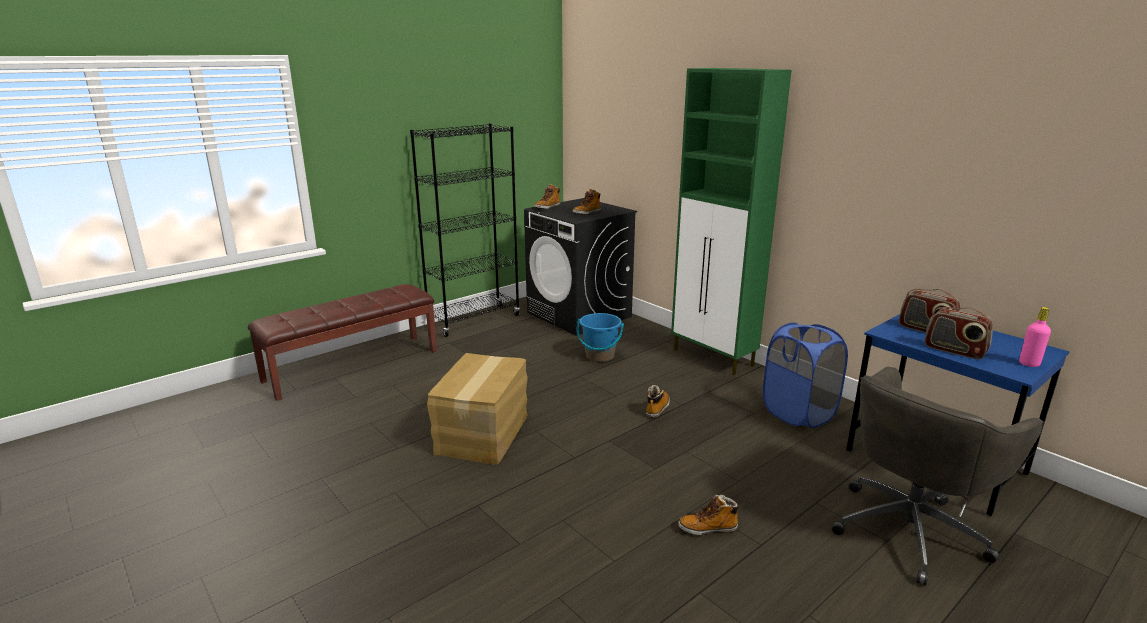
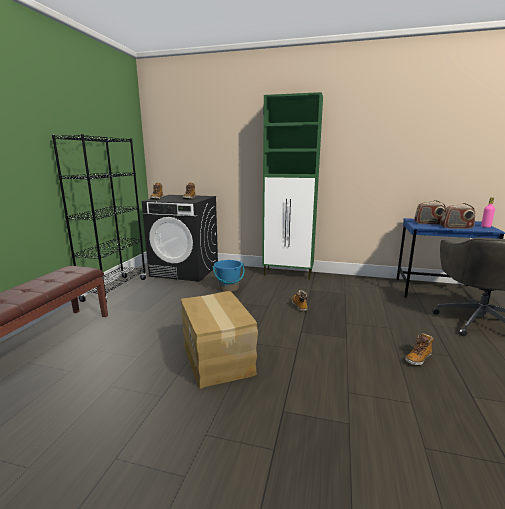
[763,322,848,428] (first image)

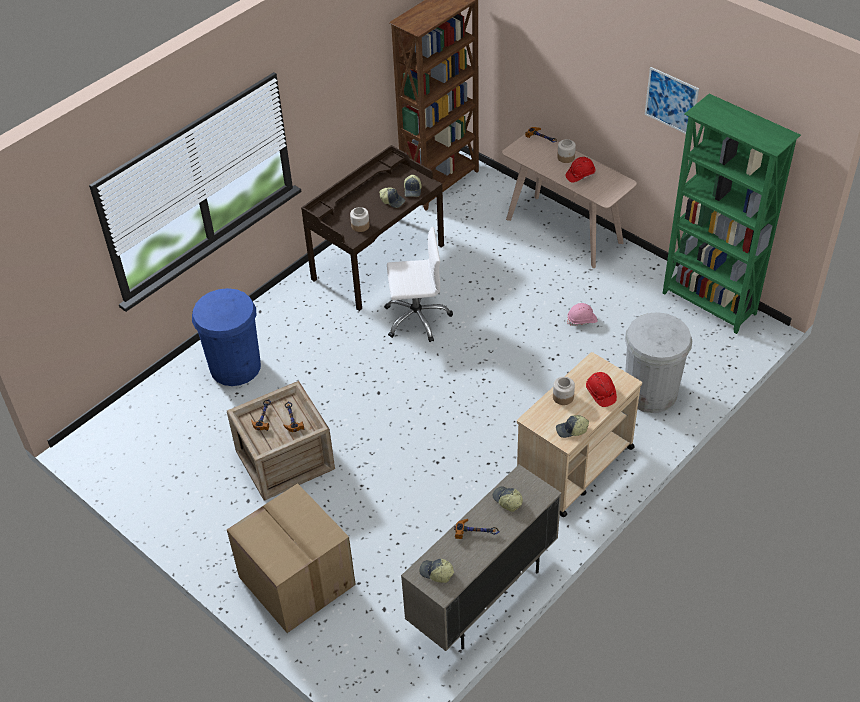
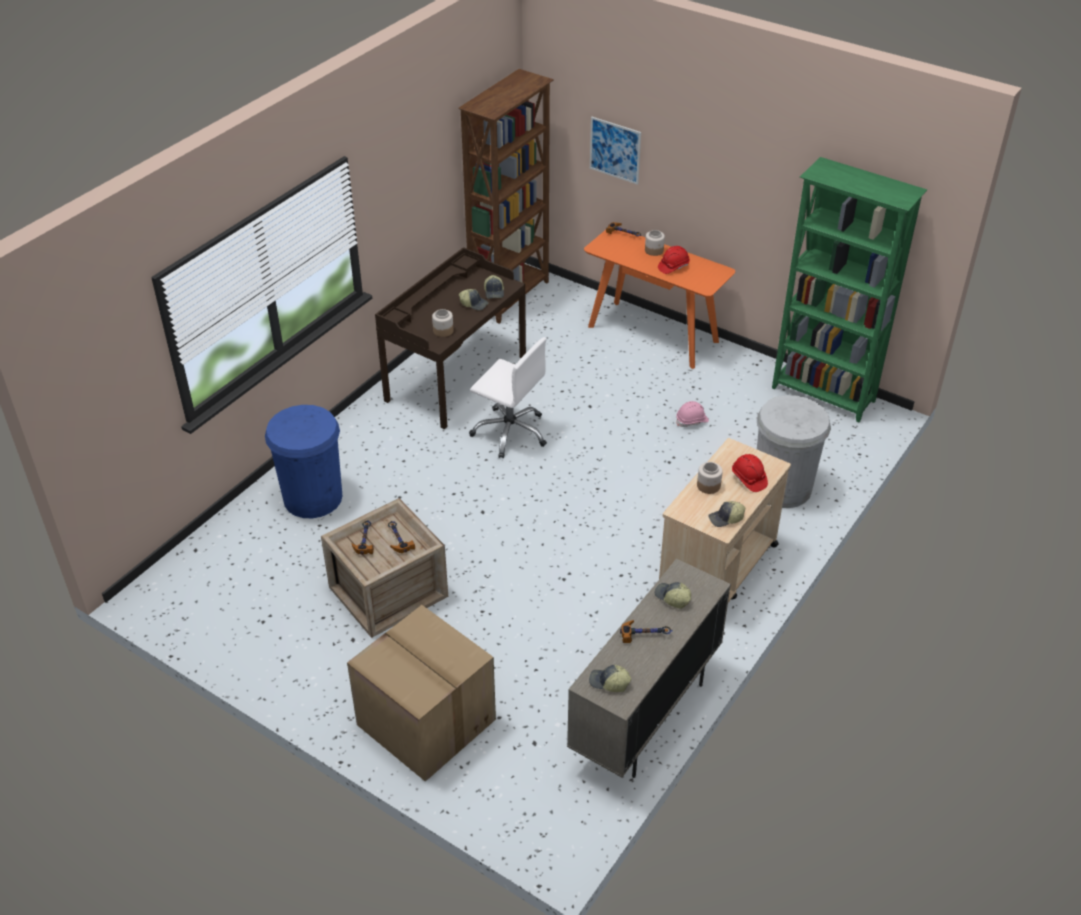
[590,117,641,185]
[584,230,735,369]
[469,337,547,459]

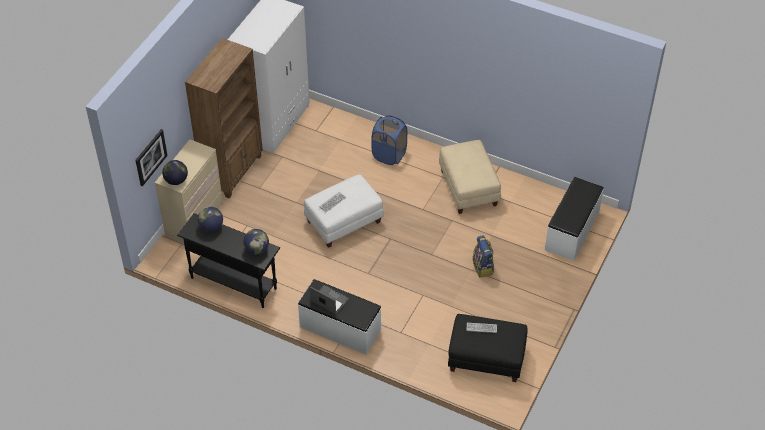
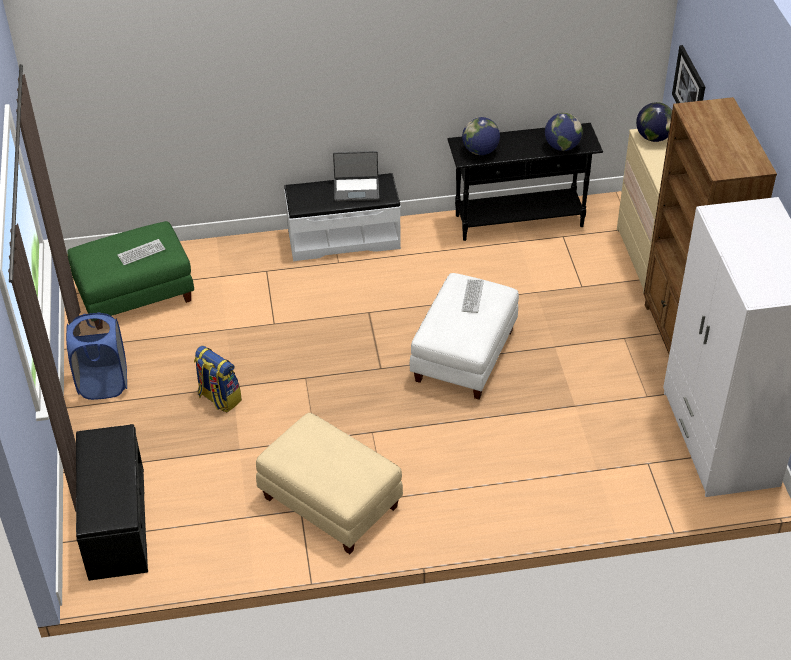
[66,312,127,400]
[67,221,194,316]
[76,424,148,581]

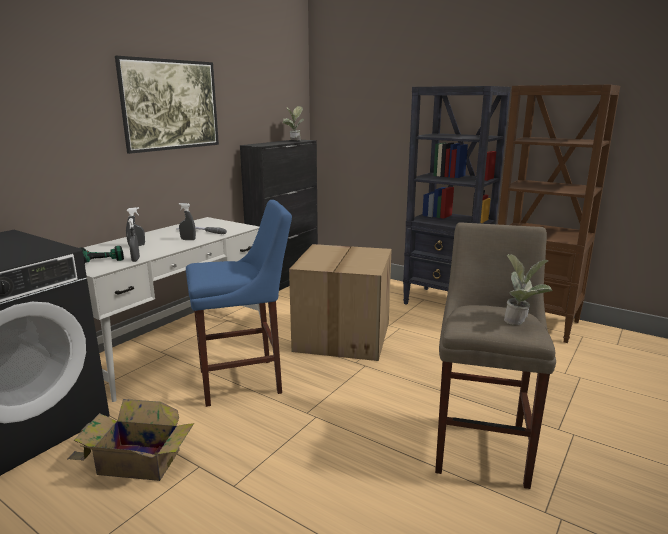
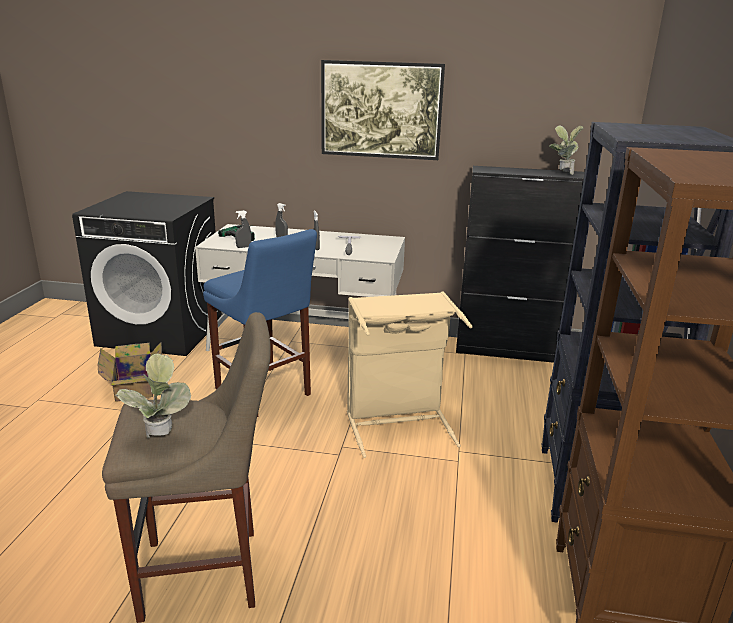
[347,292,473,458]

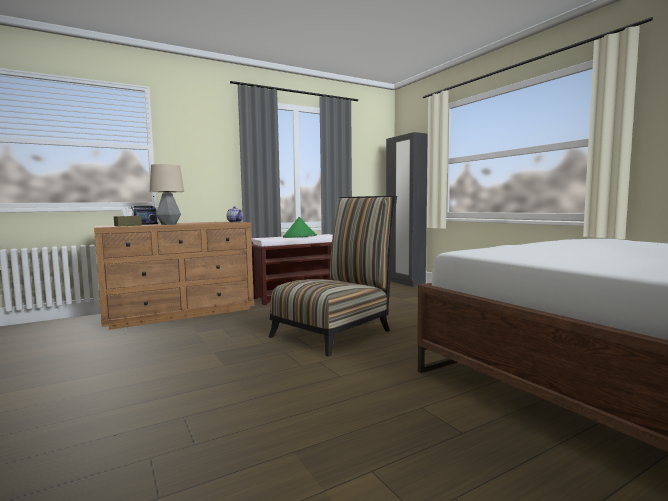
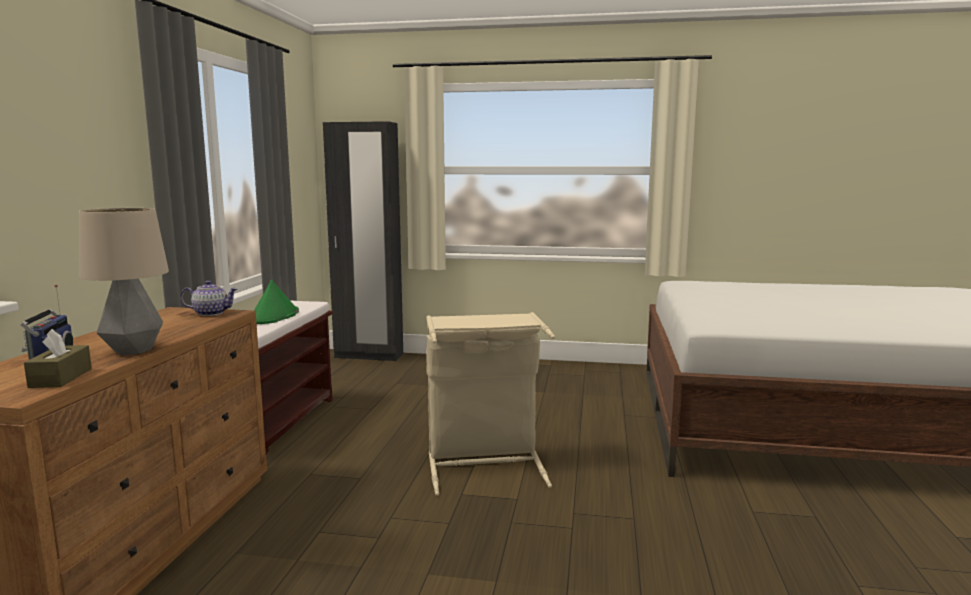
[426,312,555,496]

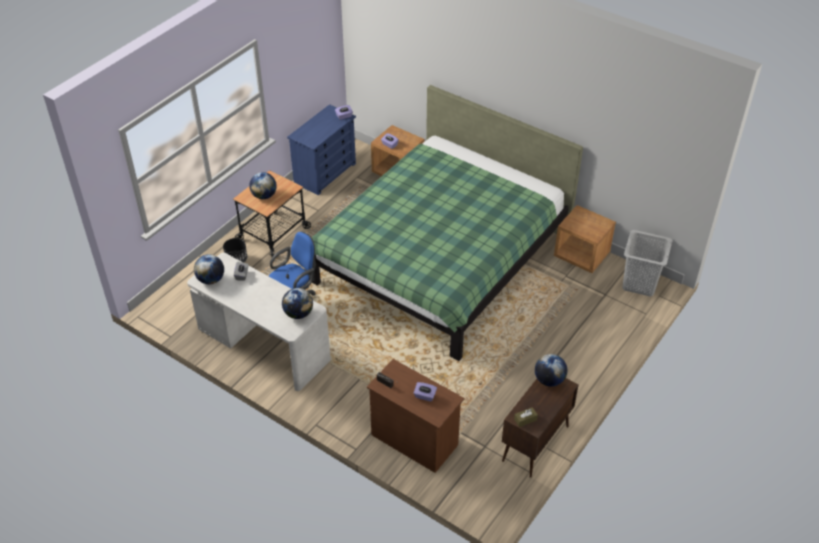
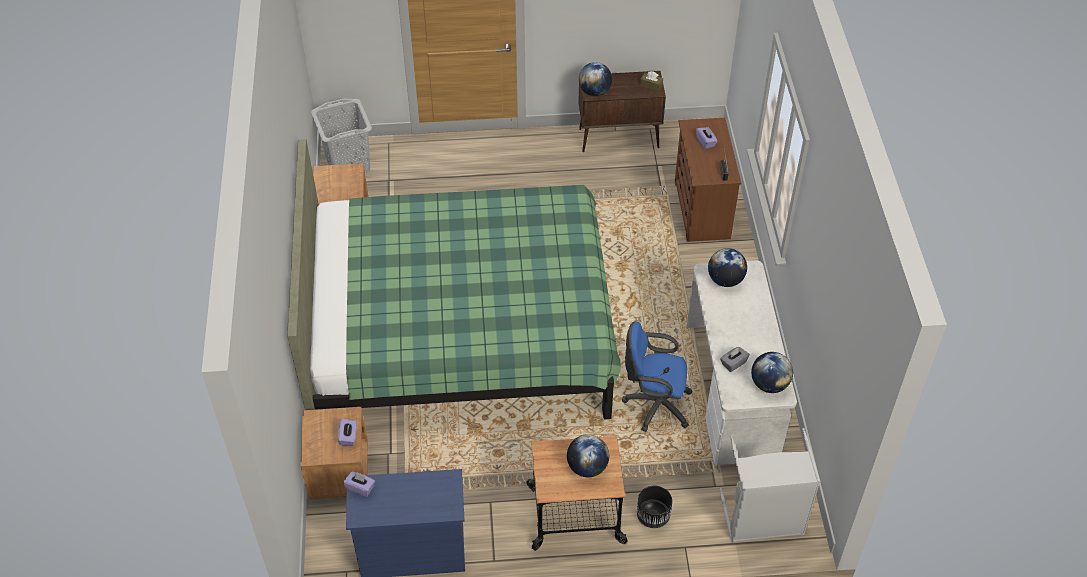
[720,428,821,542]

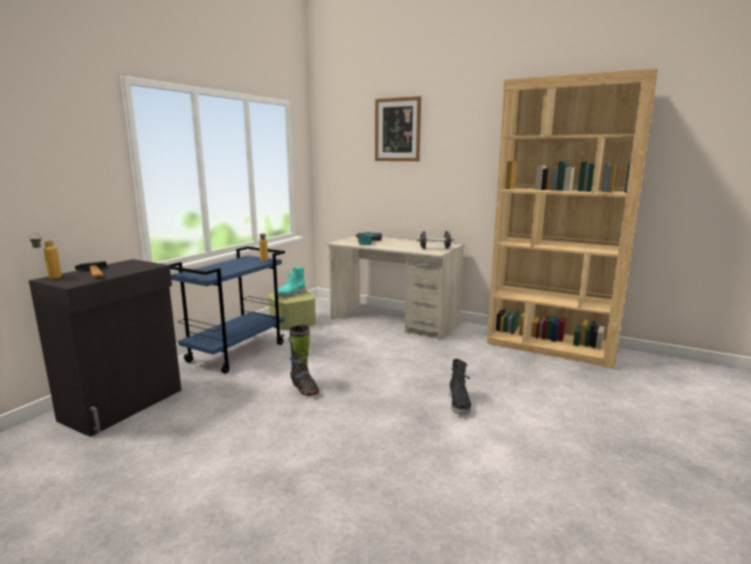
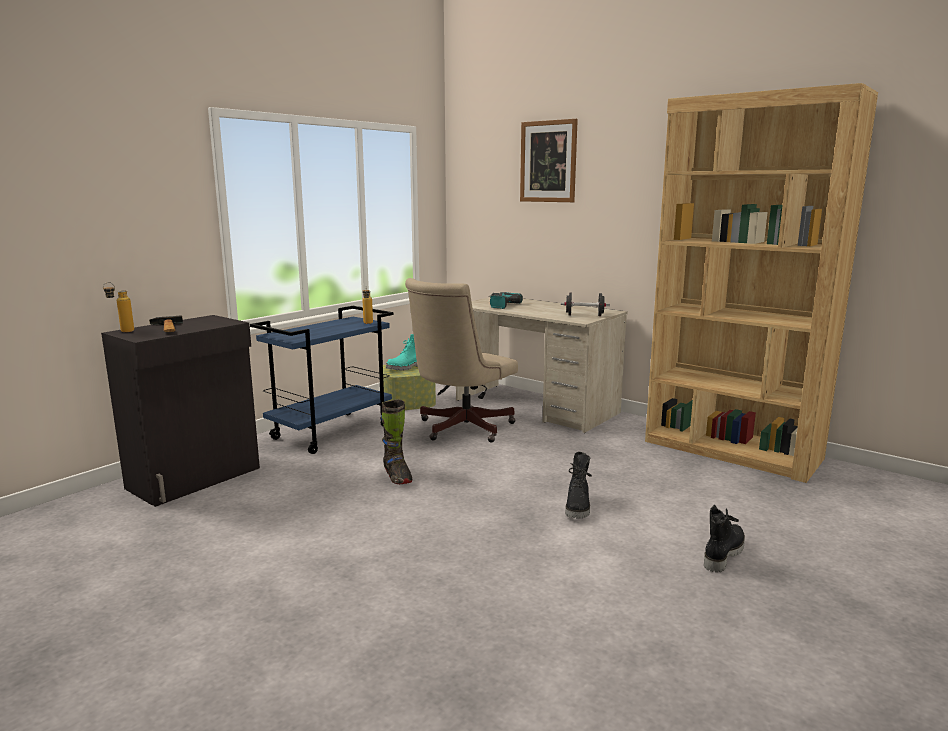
[405,278,518,443]
[704,505,745,573]

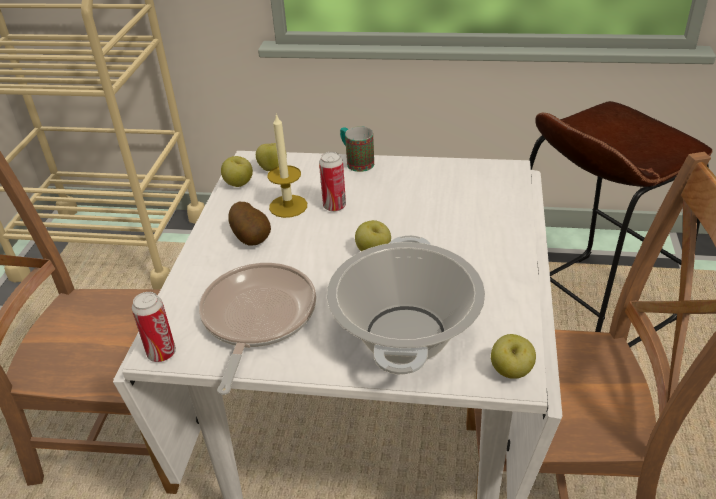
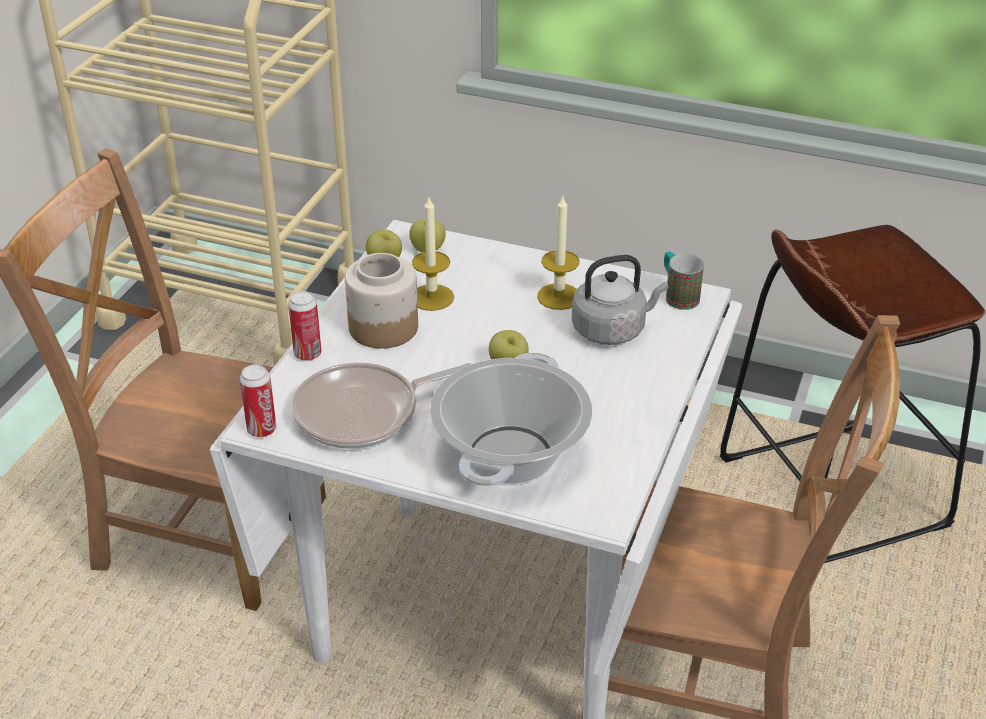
[491,334,536,379] (first image)
[537,197,580,310]
[572,255,668,345]
[288,291,321,361]
[664,251,704,310]
[345,253,418,349]
[292,362,471,449]

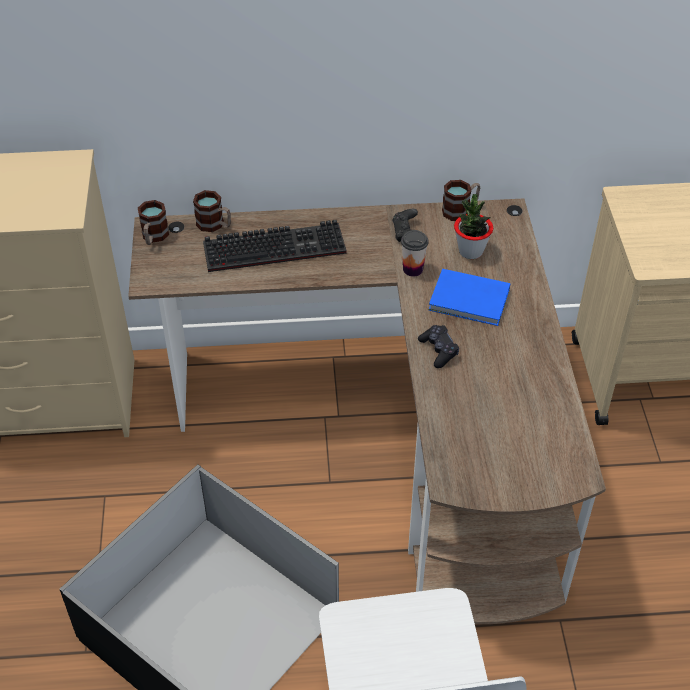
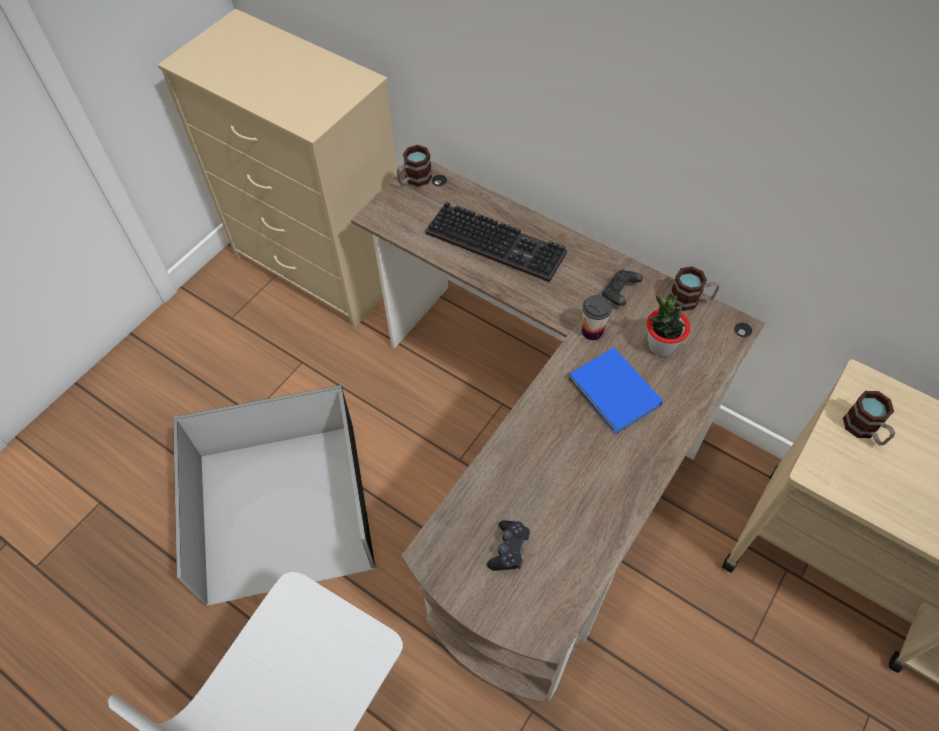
[843,391,895,445]
[487,520,530,571]

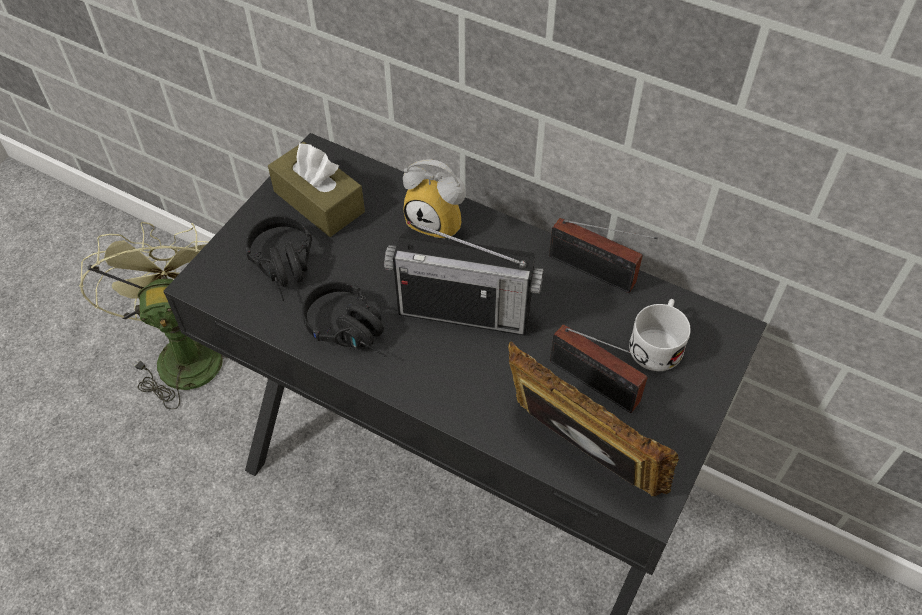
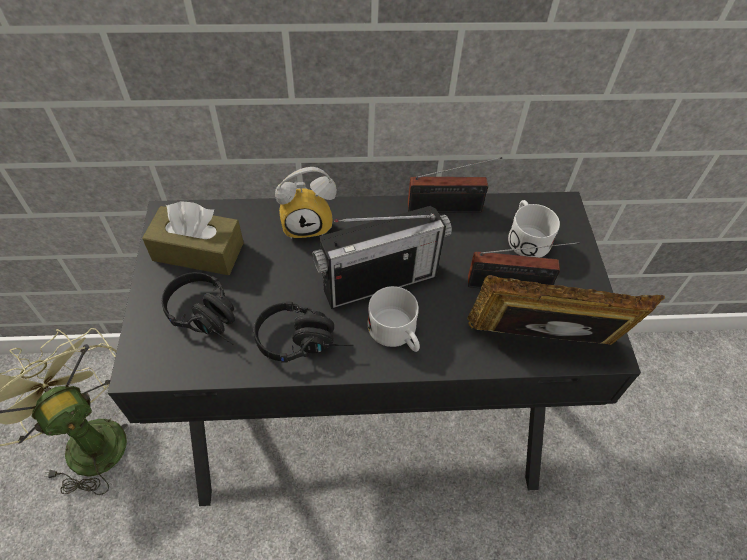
[368,286,420,352]

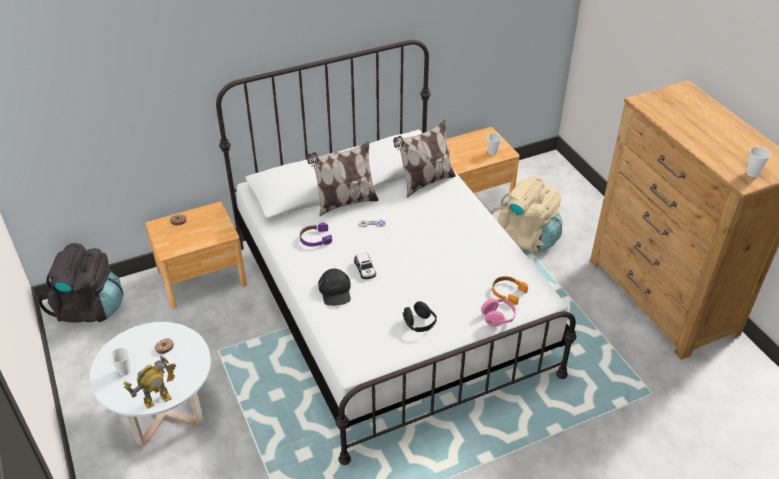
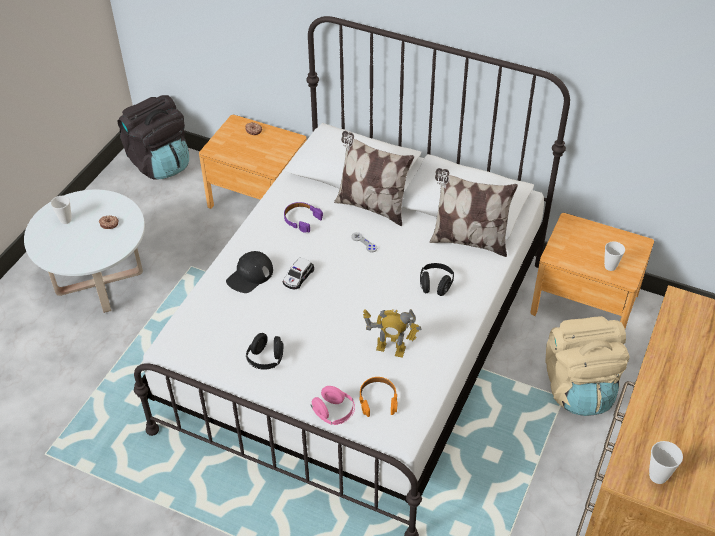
[420,263,454,296]
[363,309,421,358]

